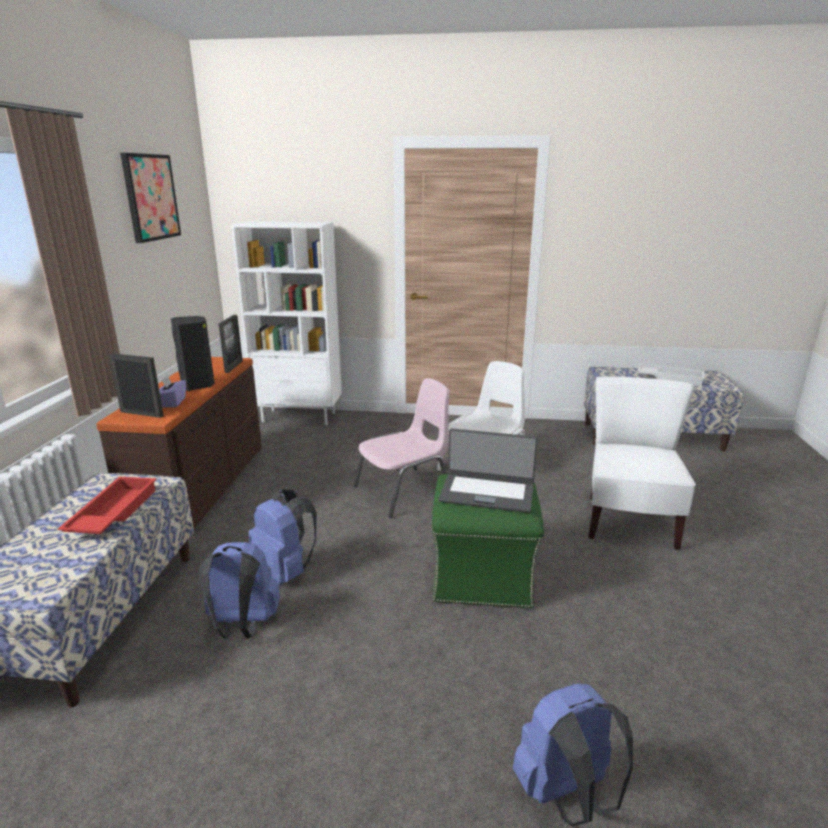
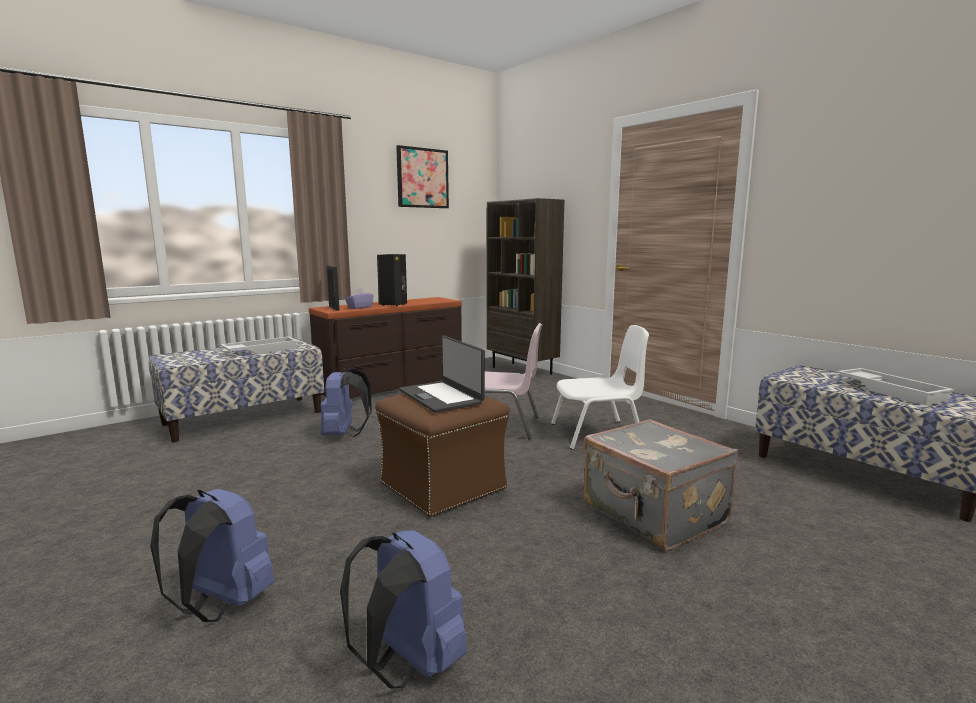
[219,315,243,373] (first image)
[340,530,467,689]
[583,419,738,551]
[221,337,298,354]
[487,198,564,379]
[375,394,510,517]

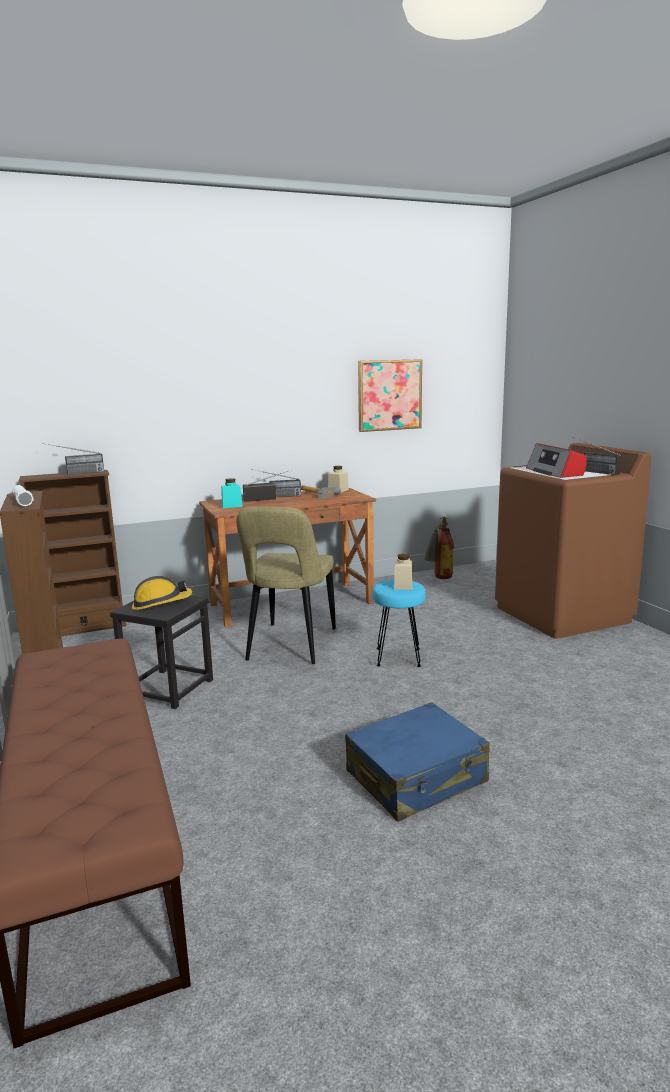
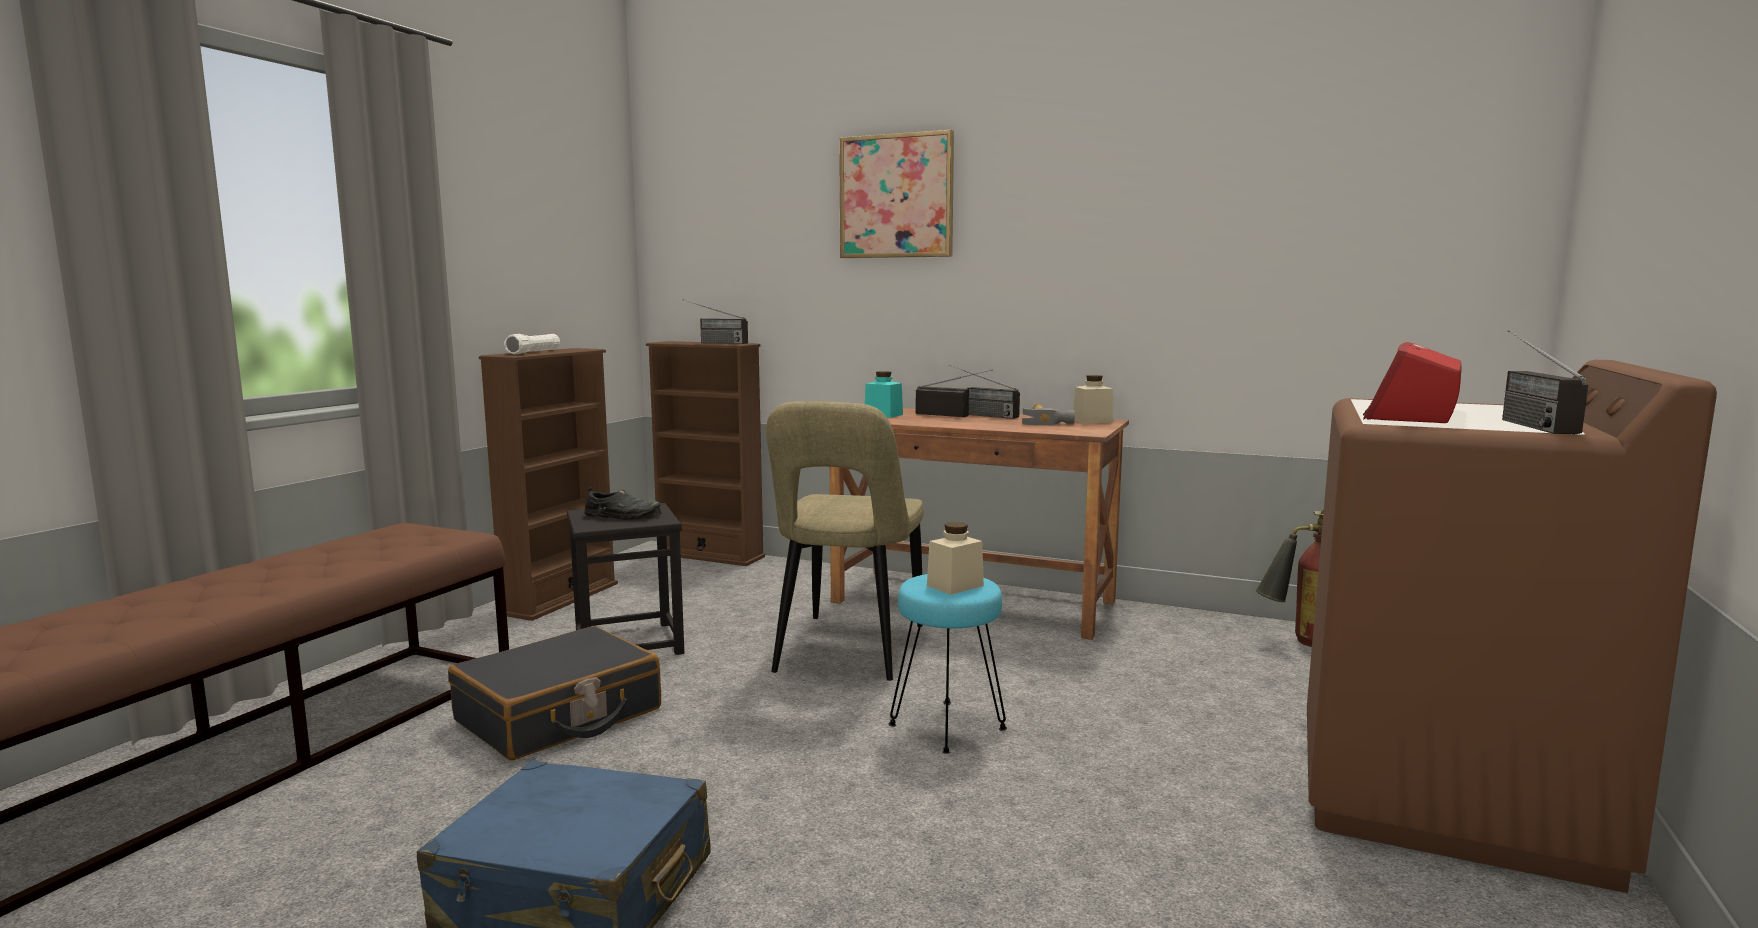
[448,626,661,760]
[839,130,954,258]
[584,487,661,520]
[766,401,924,681]

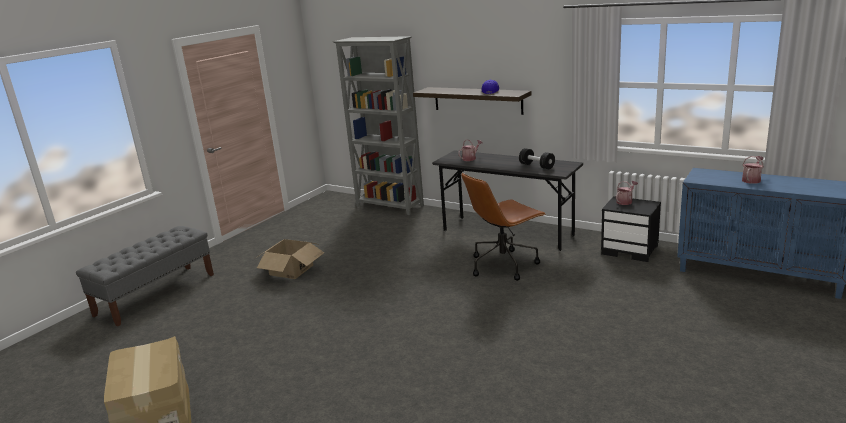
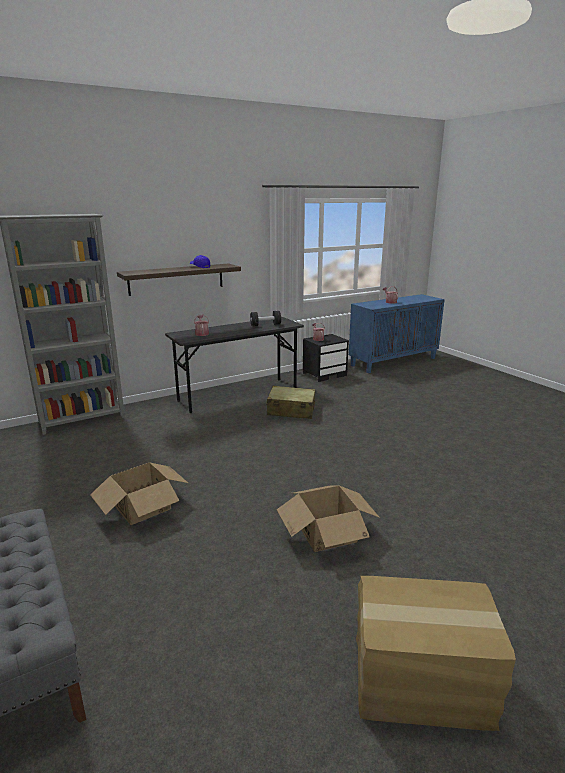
[276,485,380,552]
[266,386,315,419]

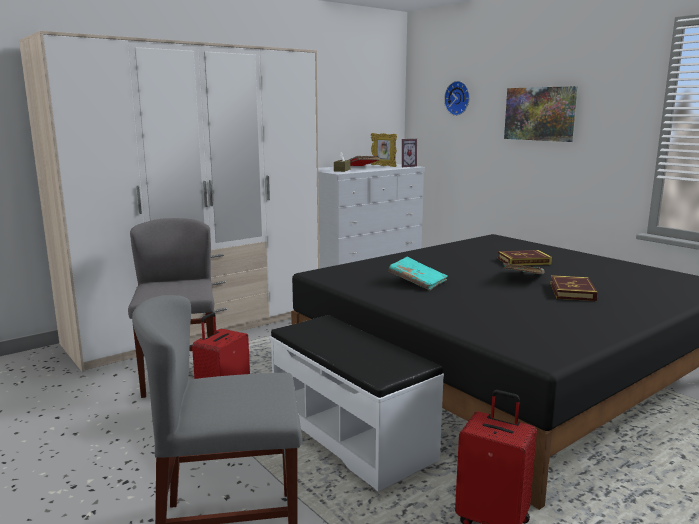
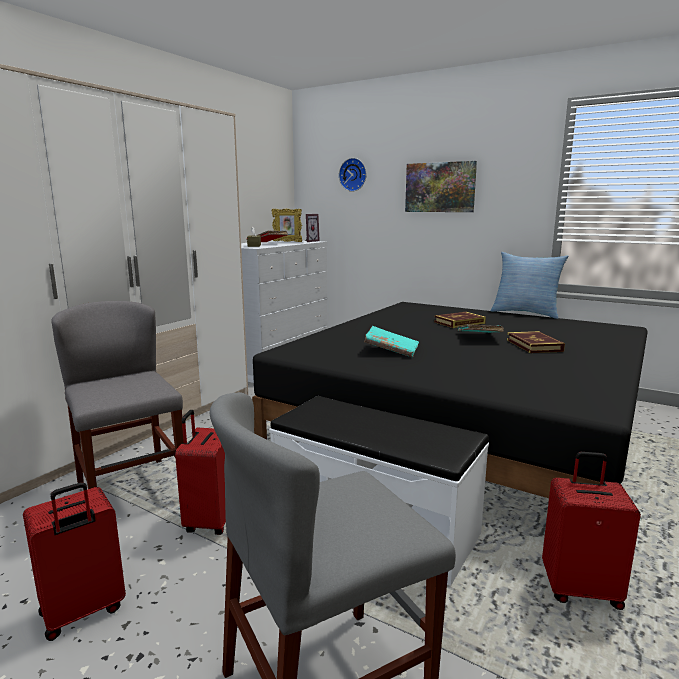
[23,482,126,641]
[491,252,568,319]

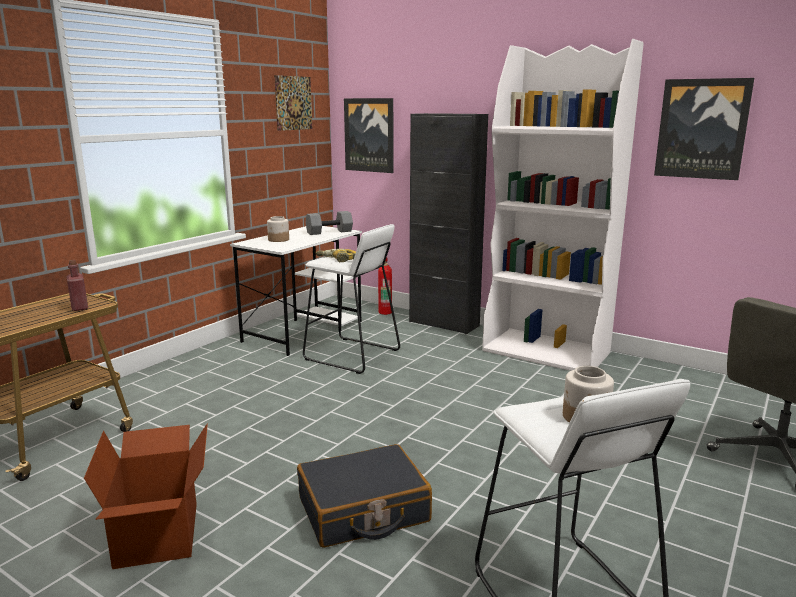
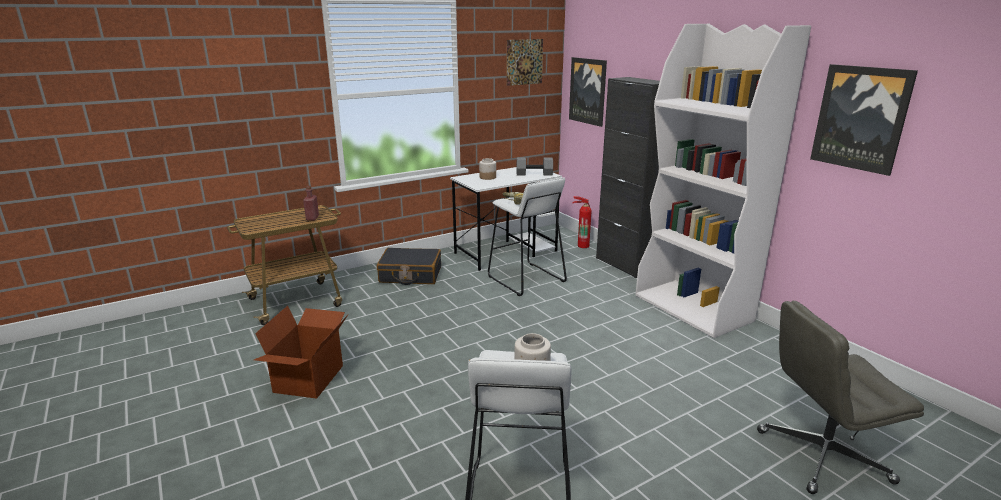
[377,248,441,285]

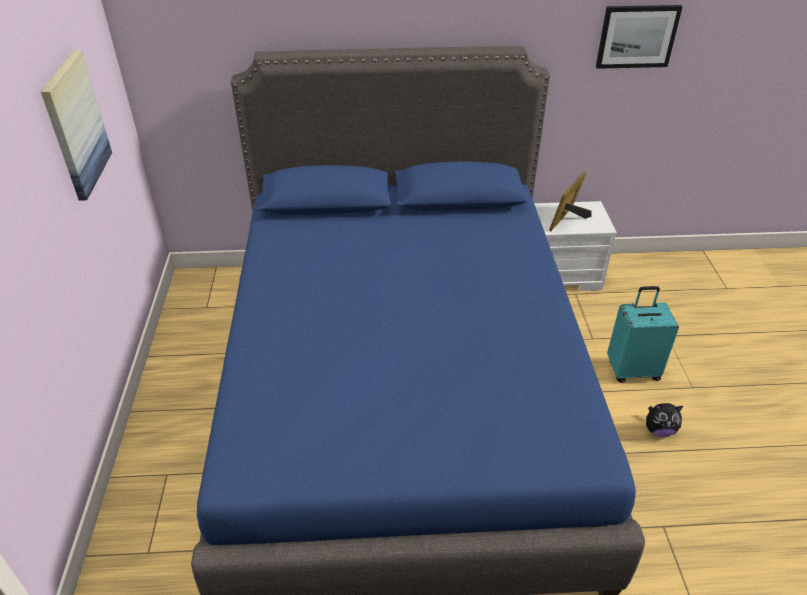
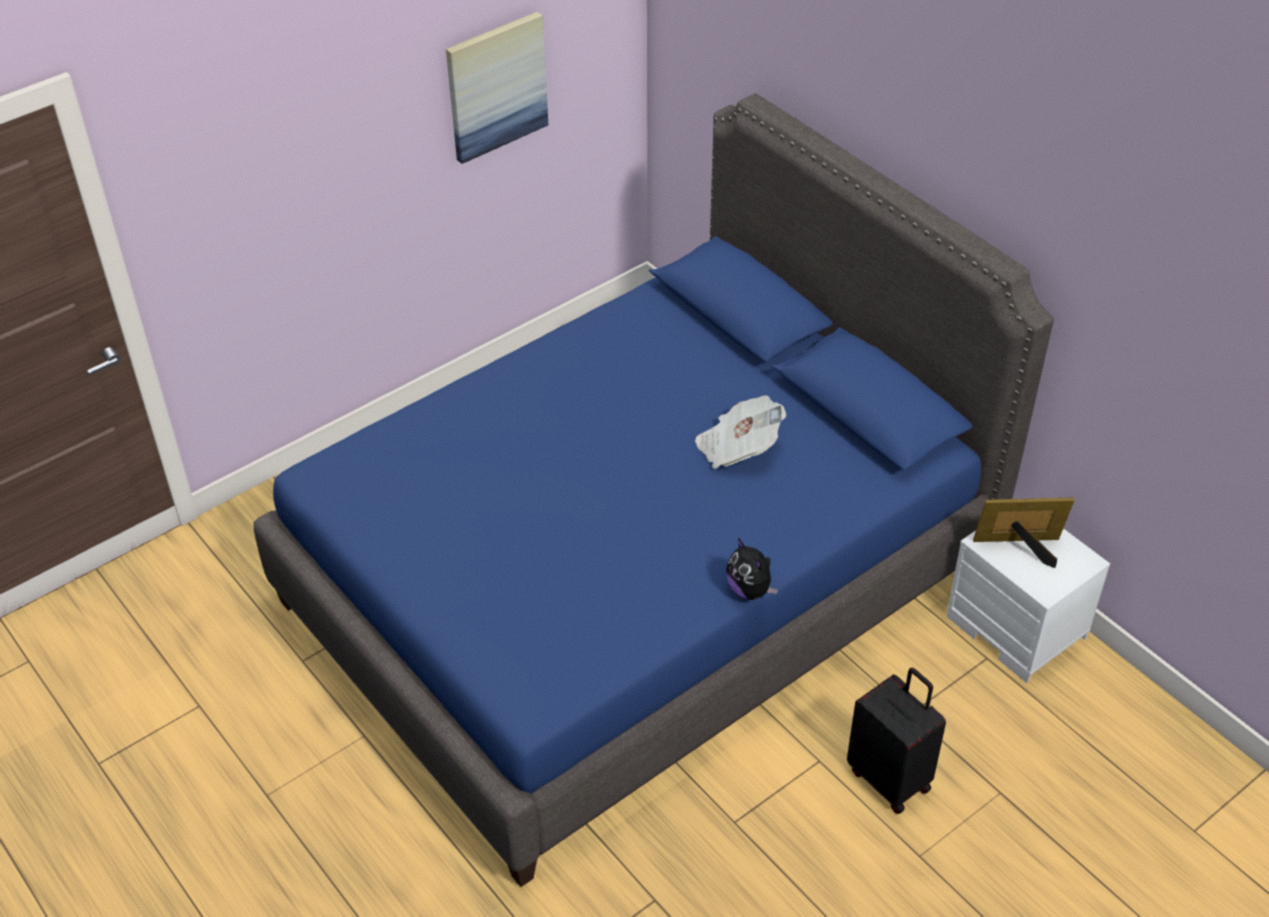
[596,5,682,69] (first image)
[695,395,786,469]
[726,538,778,600]
[847,667,946,814]

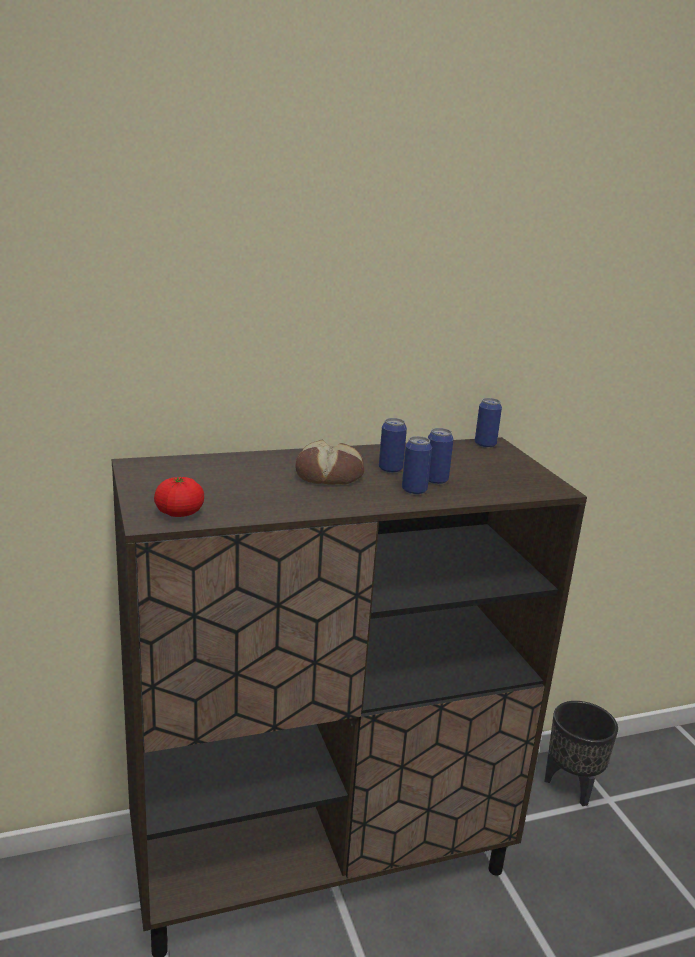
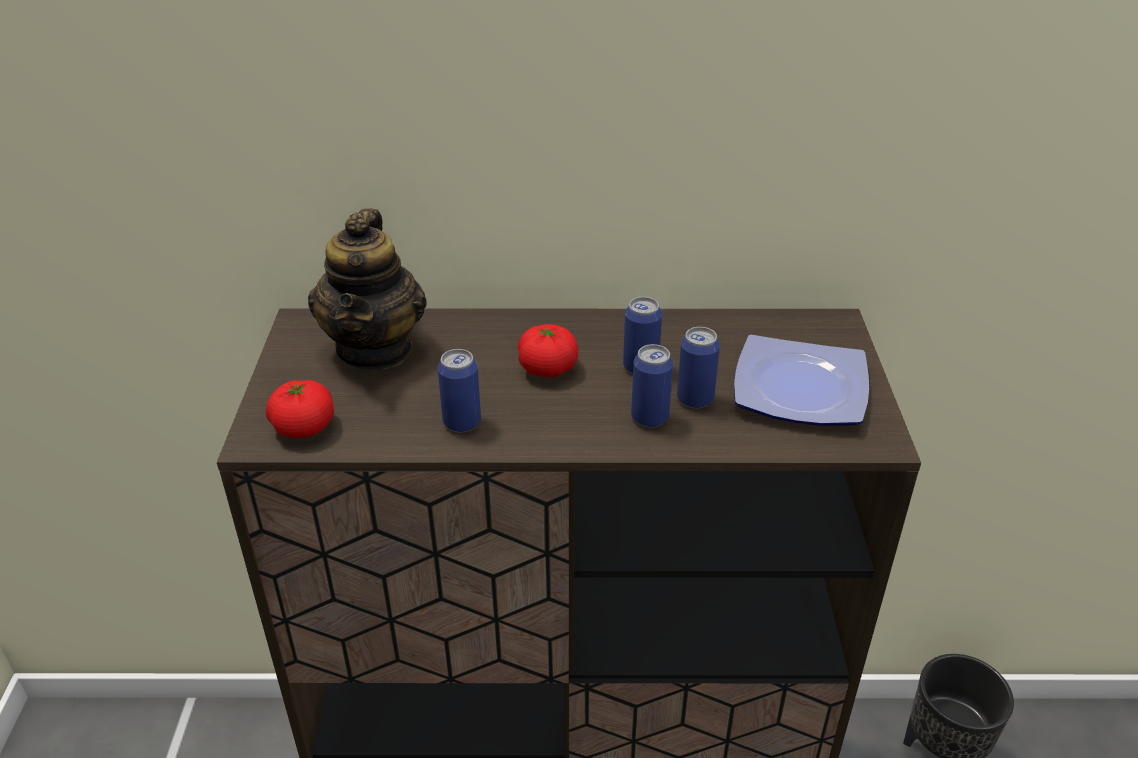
[308,208,427,370]
[734,335,869,426]
[438,349,481,433]
[518,324,578,377]

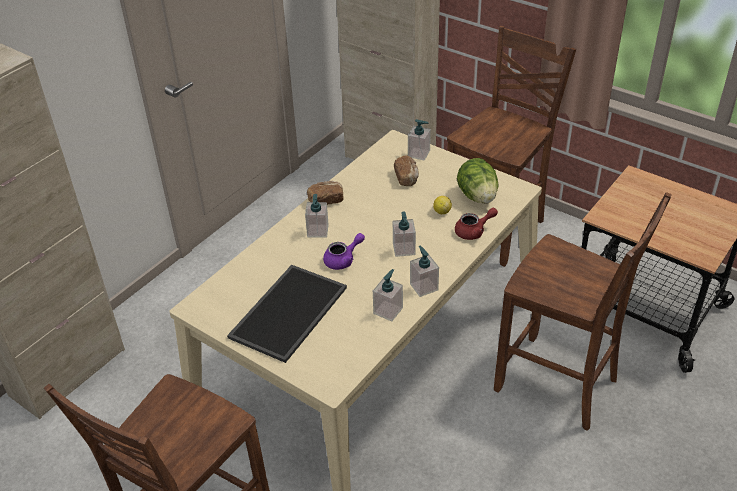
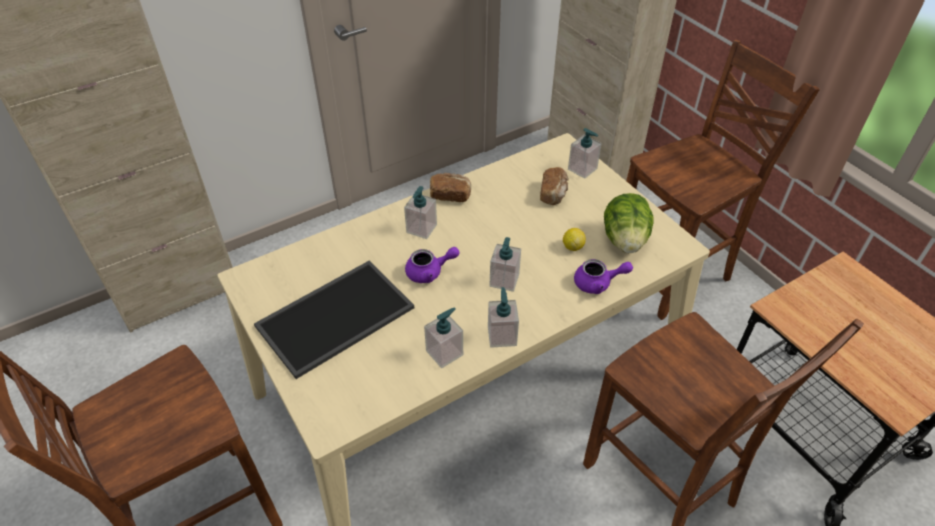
[574,259,633,294]

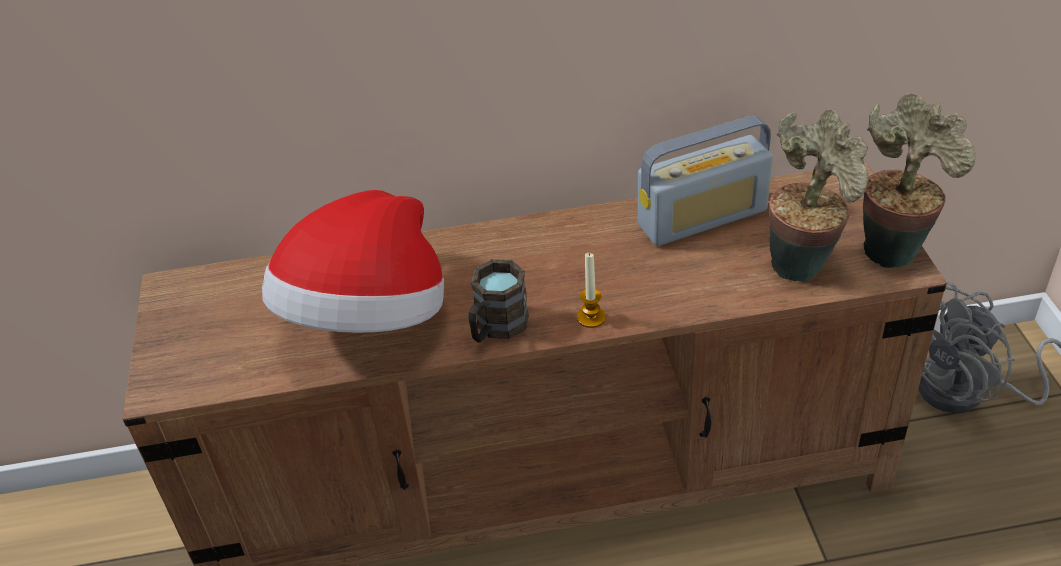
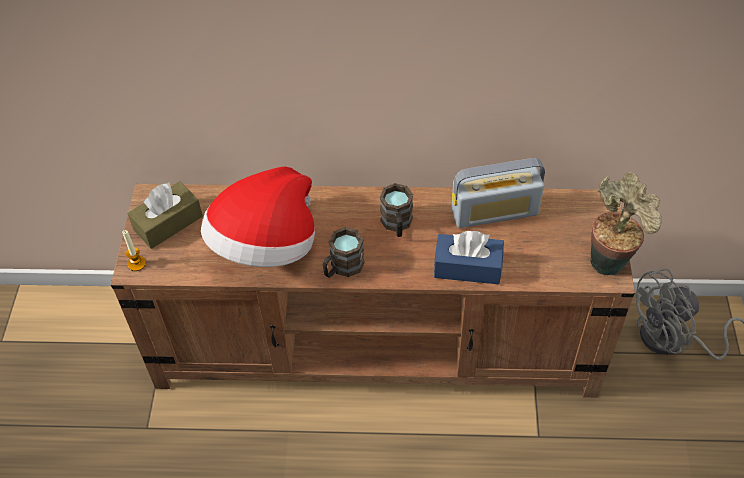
[769,109,869,282] (first image)
[128,181,203,249]
[380,183,413,237]
[434,231,504,284]
[122,230,146,271]

